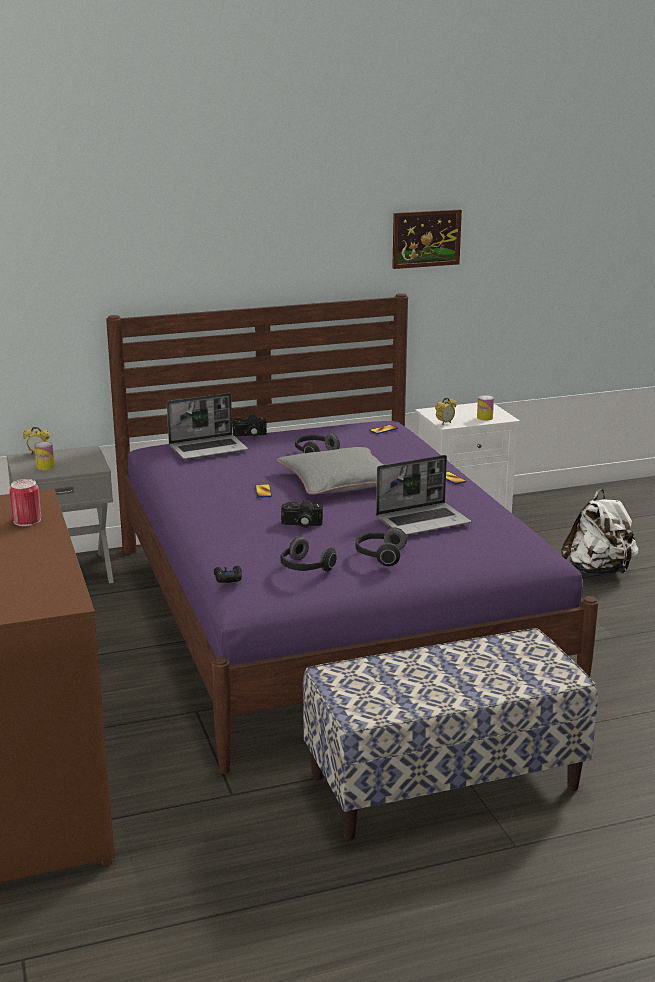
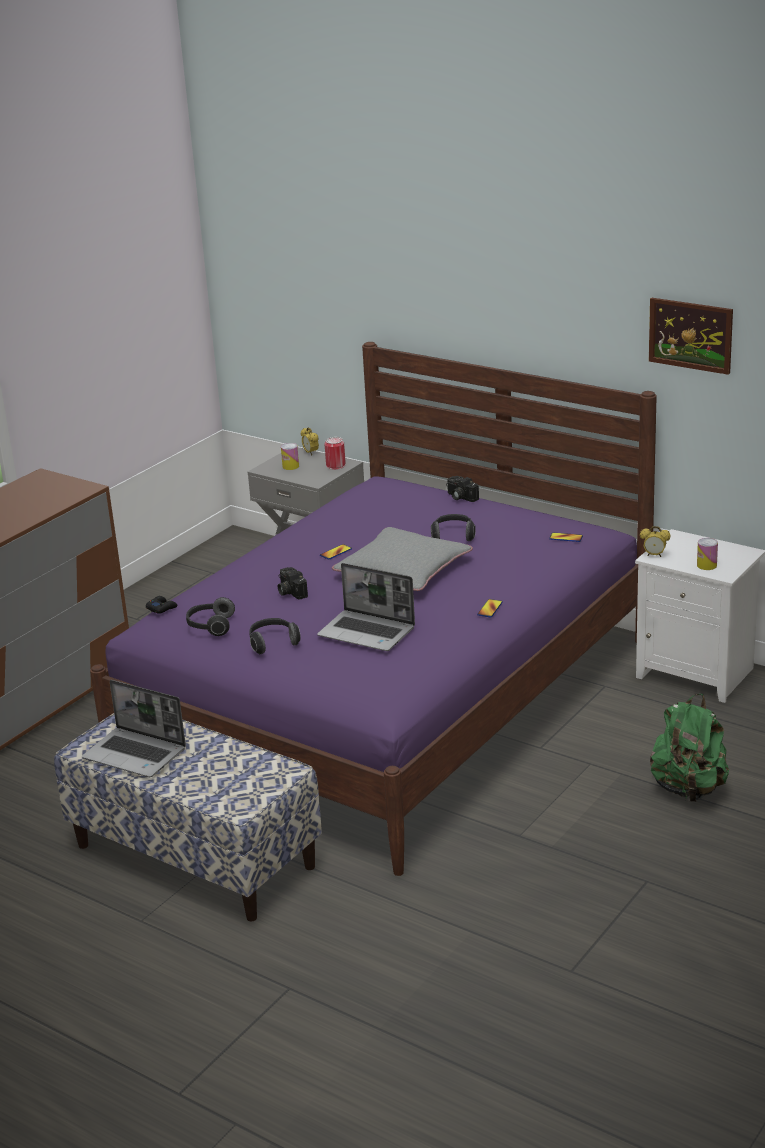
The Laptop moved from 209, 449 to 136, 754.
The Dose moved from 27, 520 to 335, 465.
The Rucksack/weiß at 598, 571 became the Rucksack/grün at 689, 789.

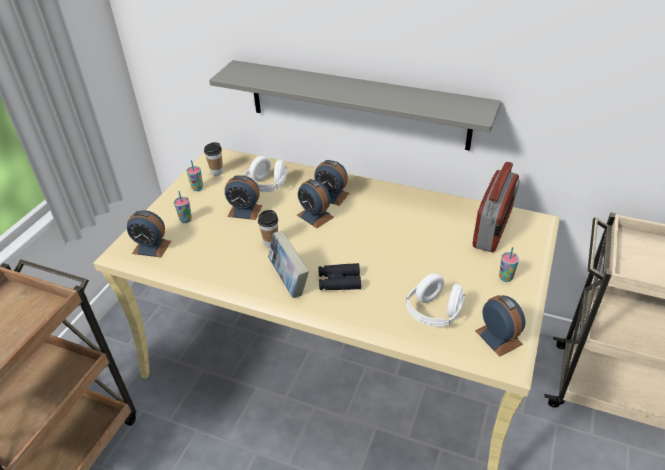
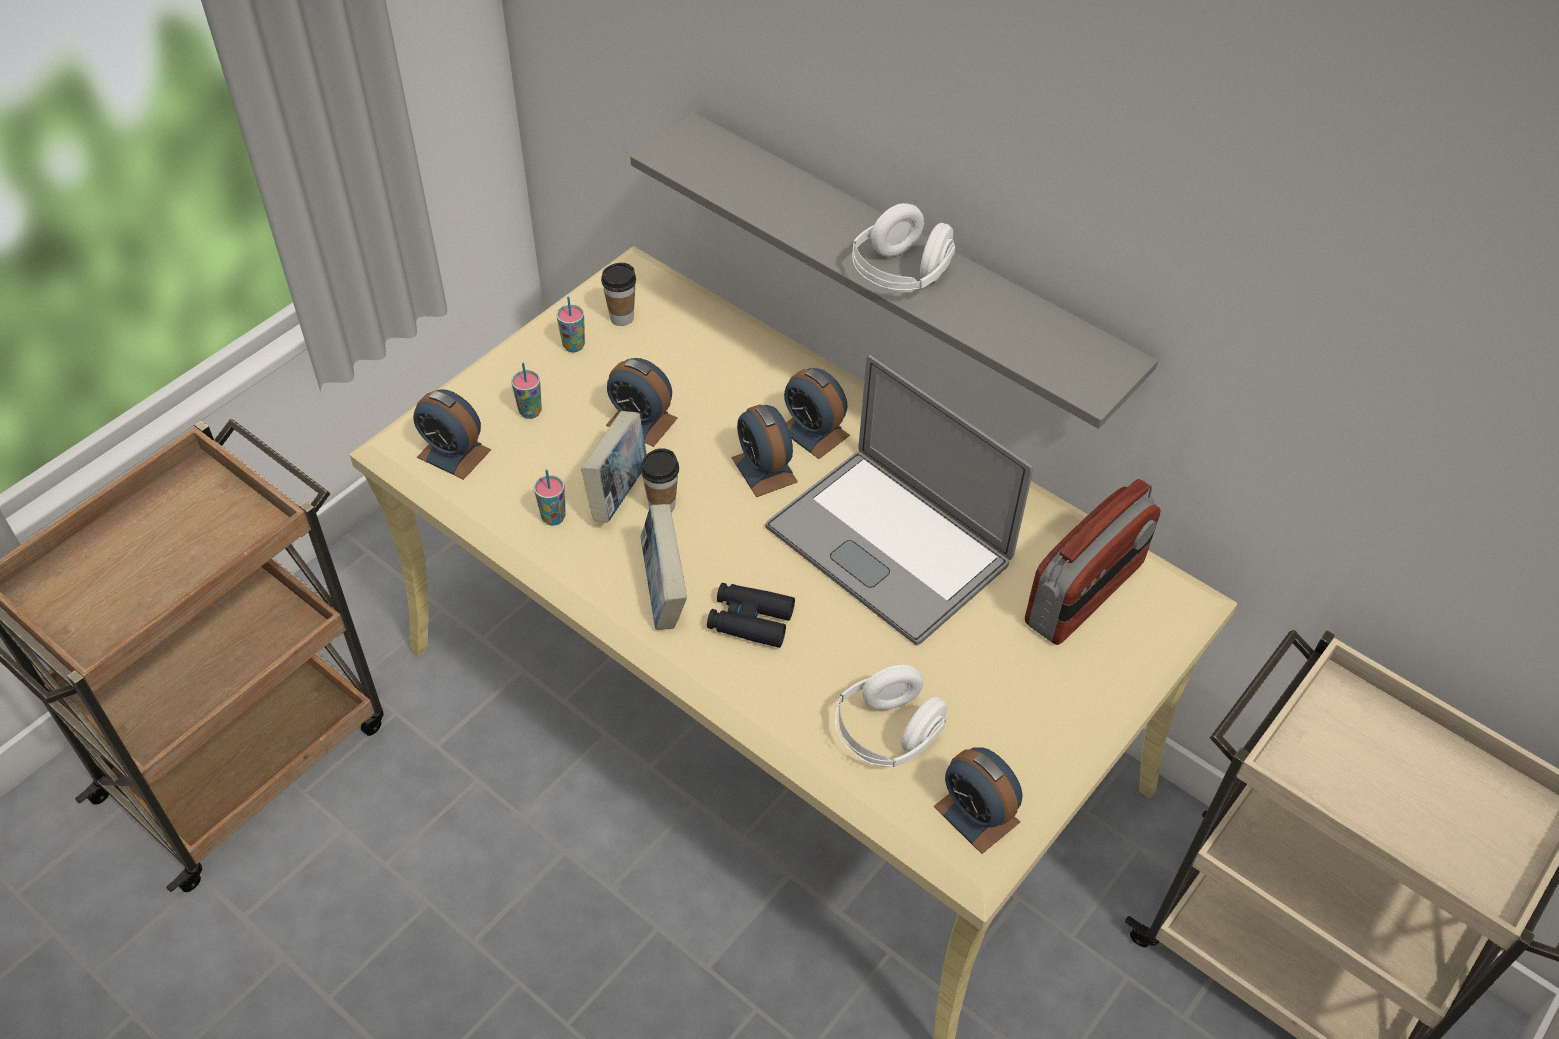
The Tasse moved from 505, 278 to 553, 517.
The Buch at 618, 492 appeared.
The Laptop at 888, 544 appeared.
The Kopfhörer/weiß moved from 266, 186 to 900, 274.
The Wecker at 498, 337 turned 150 degrees clockwise.

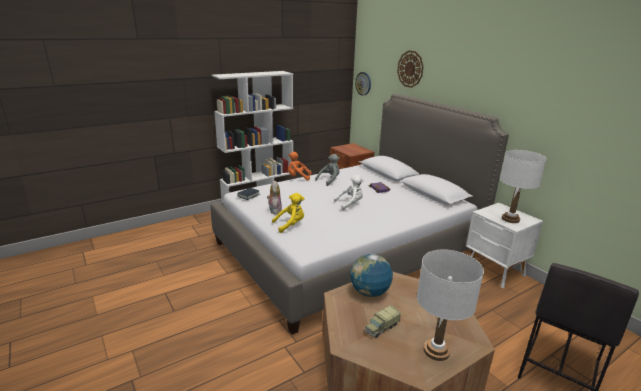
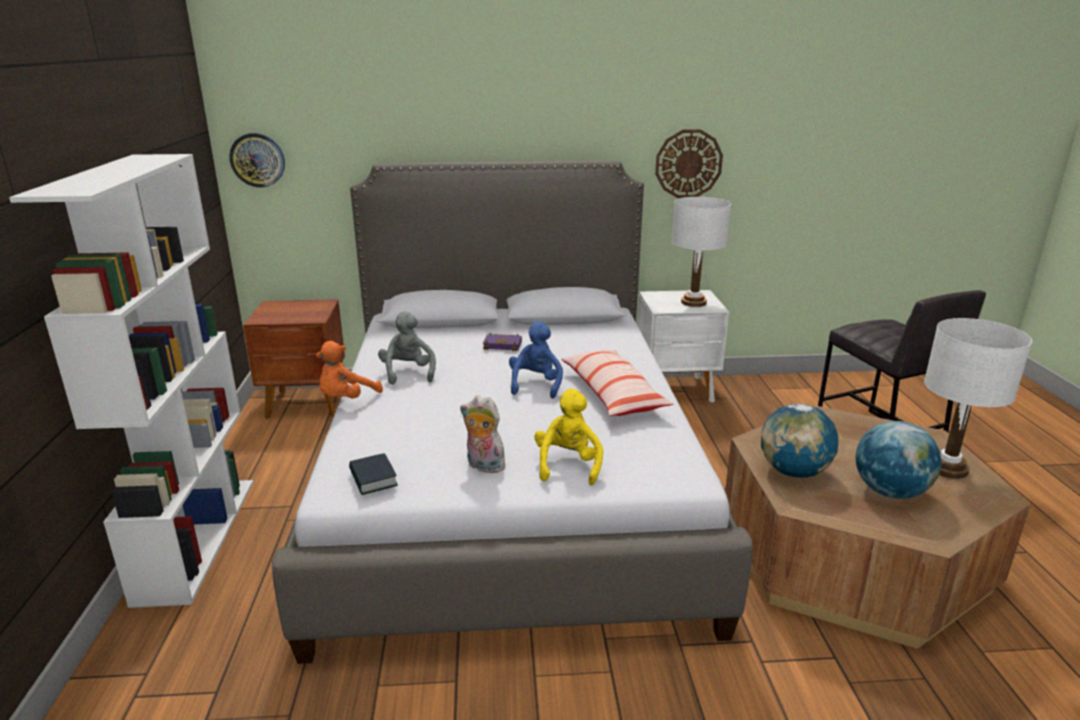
The Plüschtier/weiß at 350, 204 became the Plüschtier/blau at 536, 385.
The Kissen at 612, 394 appeared.
The Wanduhr moved from 410, 69 to 688, 164.
The Spielzeuglaster at 381, 327 was replaced by the Globus at 890, 492.

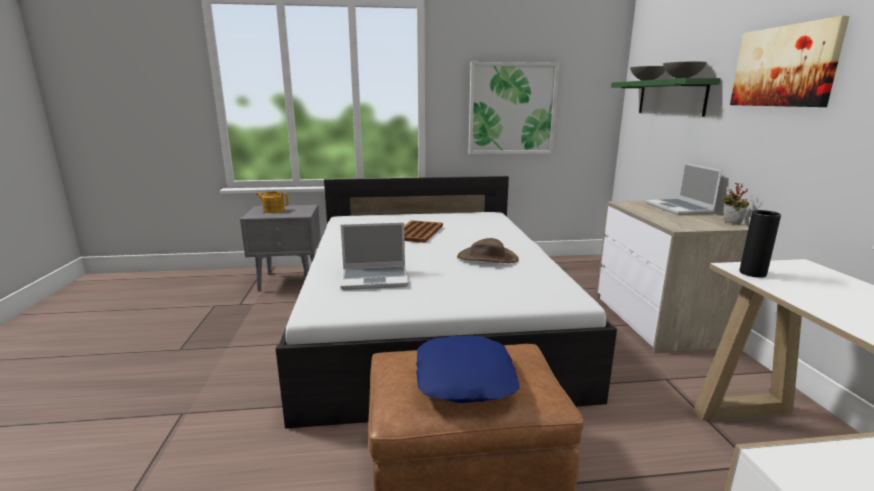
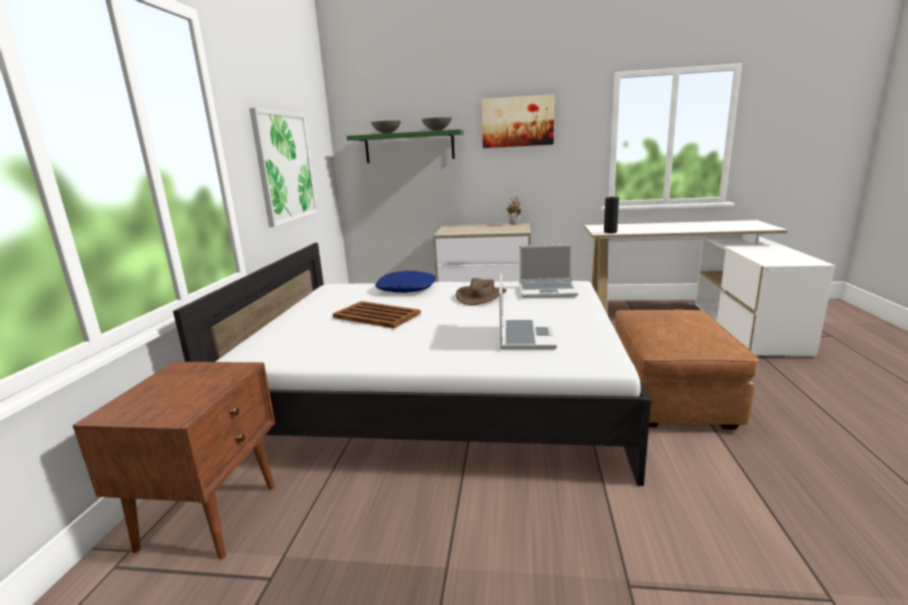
The Nachttisch/grau at 289, 281 became the Nachttisch/braun at 211, 515.
The Kissen/blau moved from 465, 378 to 406, 288.
The Laptop moved from 679, 208 to 548, 291.
The Teekanne at 273, 210 disappeared.

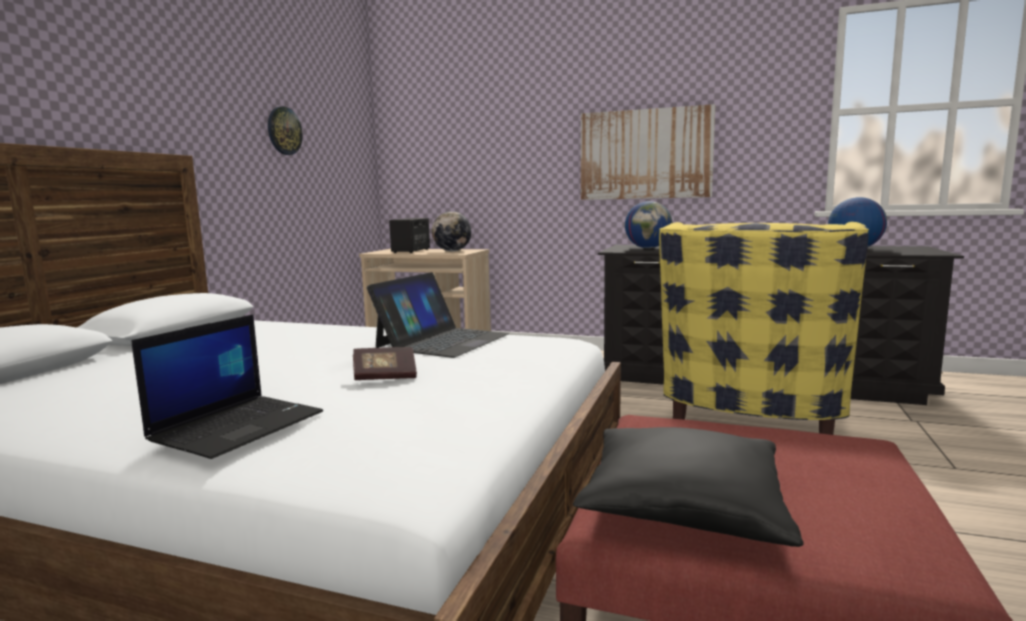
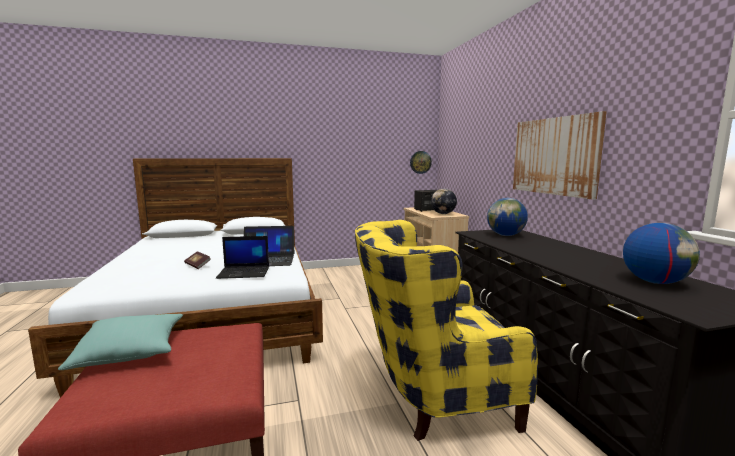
The Kissen/schwarz at 683, 507 became the Kissen/türkis at 131, 352.
The Laptop moved from 238, 426 to 244, 272.
The Wanduhr moved from 284, 131 to 420, 162.

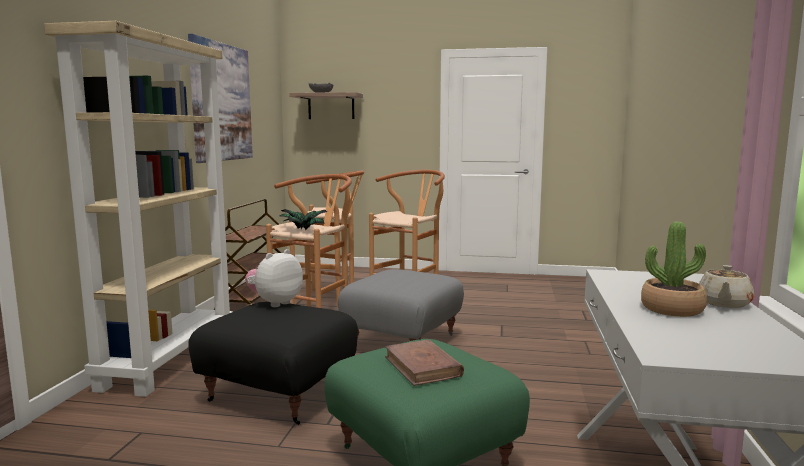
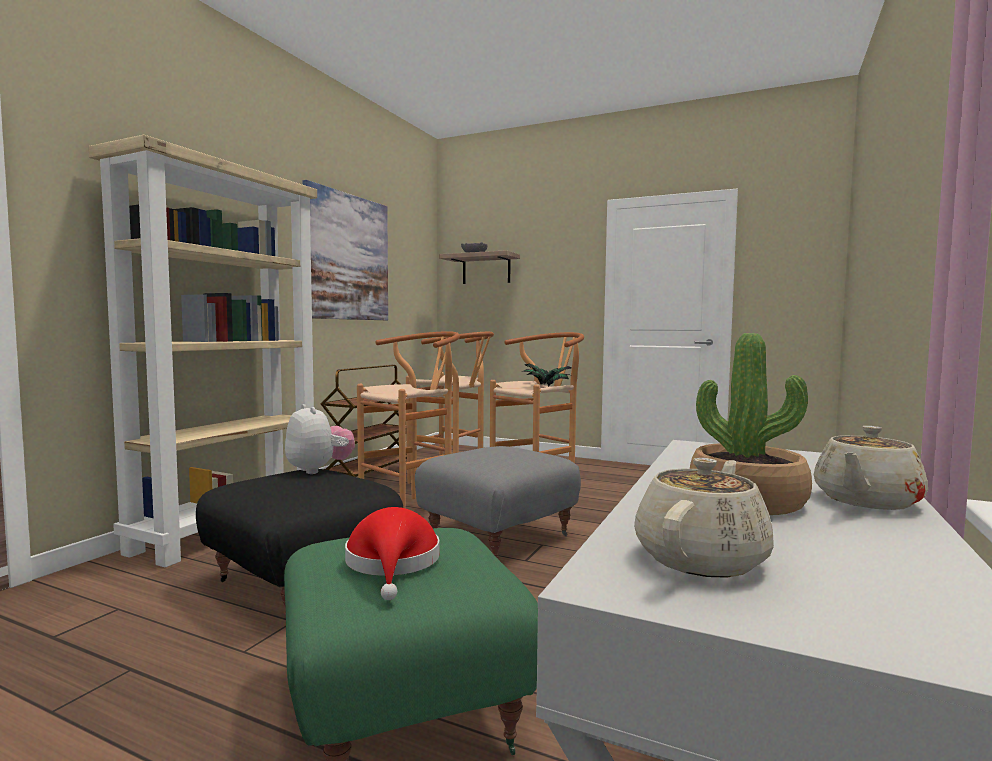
The Plüschtier at 275, 303 turned 90 degrees clockwise.
The Buch/braun at 422, 366 was replaced by the Hut/rot at 393, 564.
The Topfpflanze moved from 304, 230 to 547, 386.
The Teekanne/beige at 702, 558 appeared.

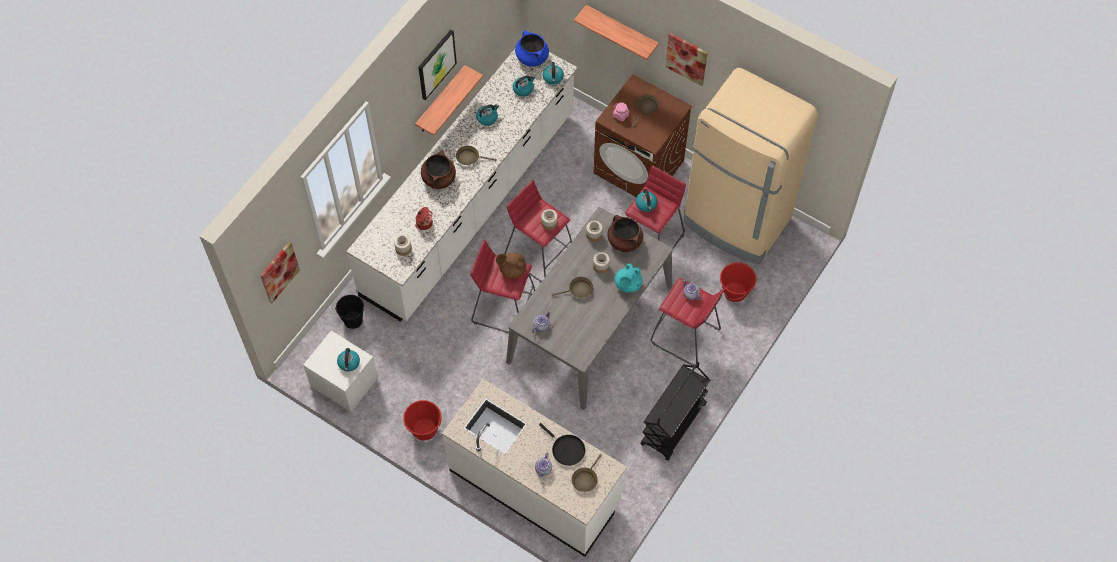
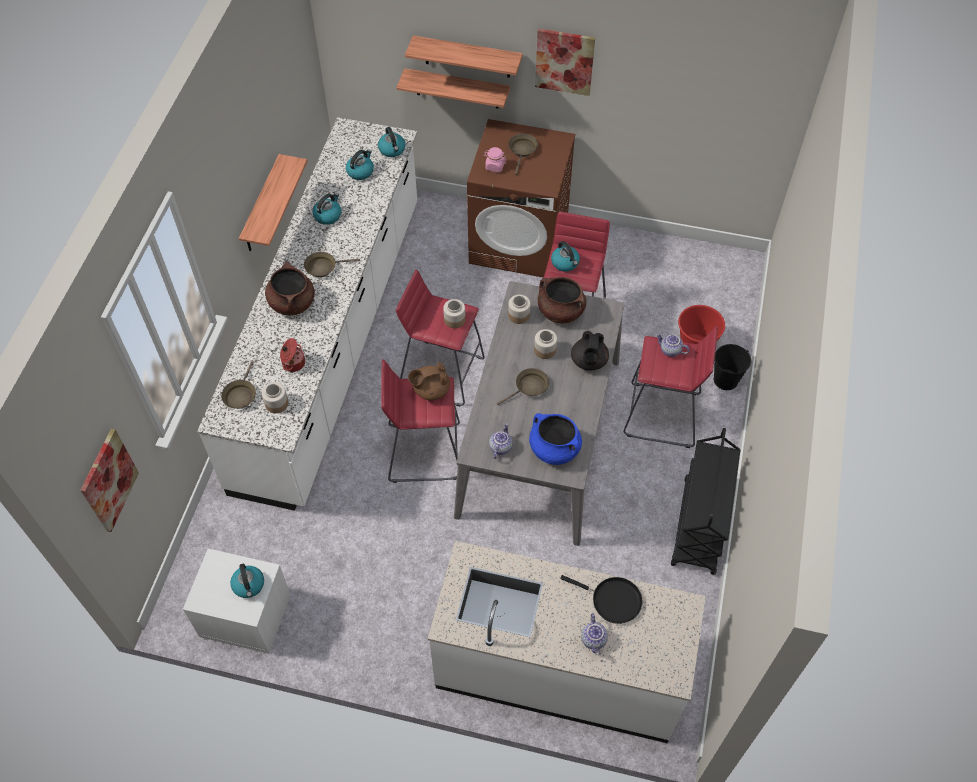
The Pfanne/braun moved from 585, 479 to 240, 395.
The Wandregal at 457, 89 appeared.
The Kochtopf/blau moved from 531, 57 to 554, 449.
The Teekanne/türkis at 627, 284 became the Teekanne/schwarz at 589, 362.
The Eimer/schwarz moved from 353, 320 to 725, 380.
The Eimer/rot at 424, 430 disappeared.
The Bild at 436, 64 disappeared.
The Kühlschrank/beige at 736, 221 disappeared.

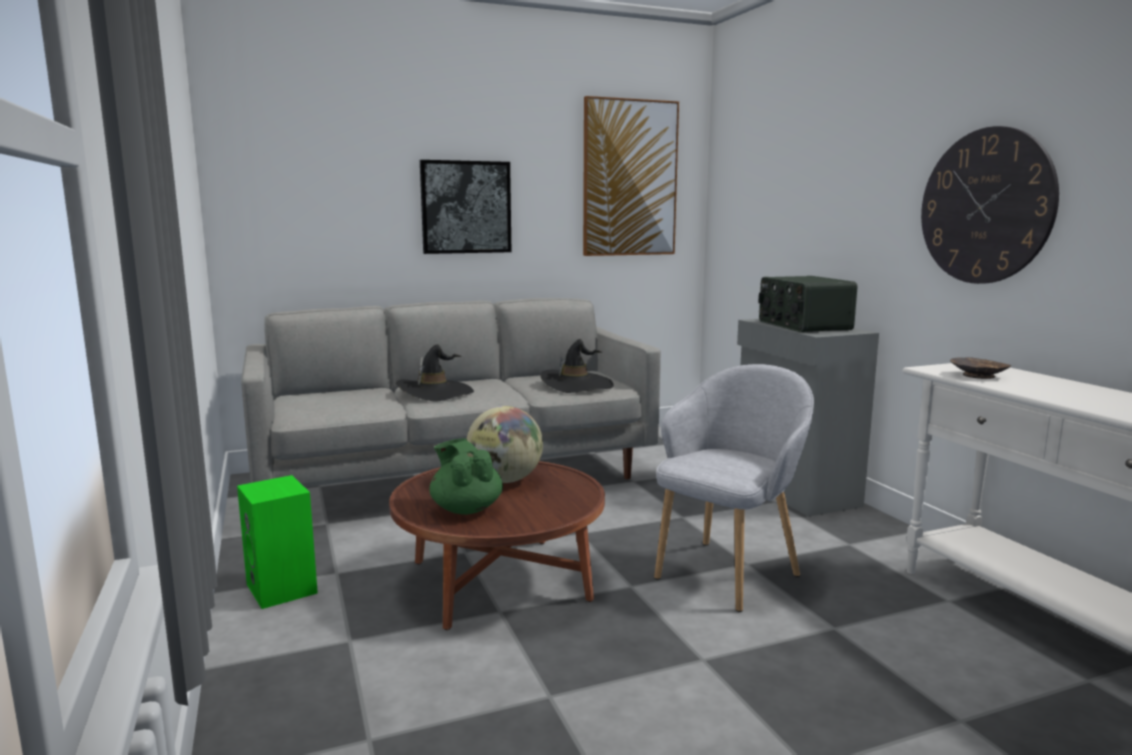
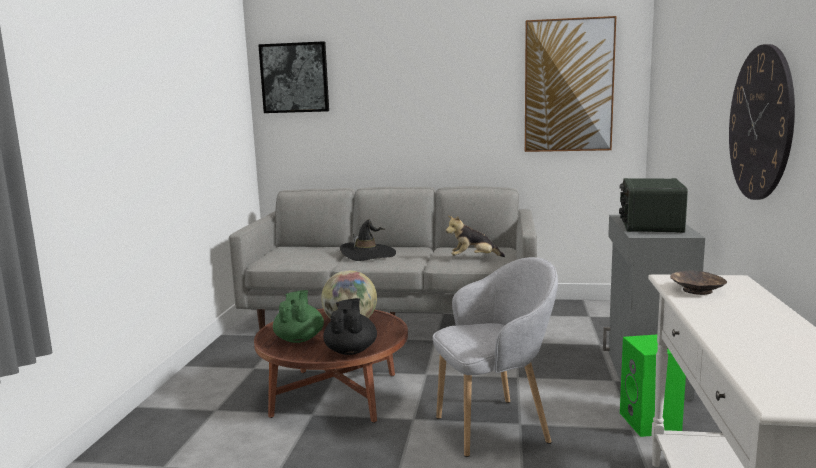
The Bild moved from 466, 207 to 294, 78.
The Teekanne/schwarz at 351, 350 appeared.
The Hut/schwarz at 576, 385 was replaced by the Plüschtier at 473, 258.
The Lautsprecher/grün moved from 283, 589 to 651, 423.

